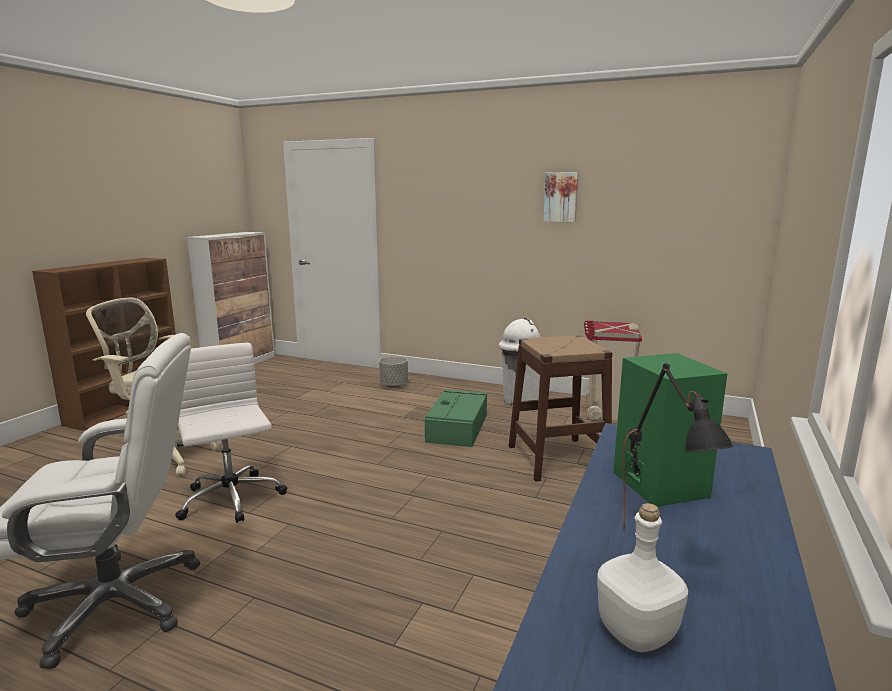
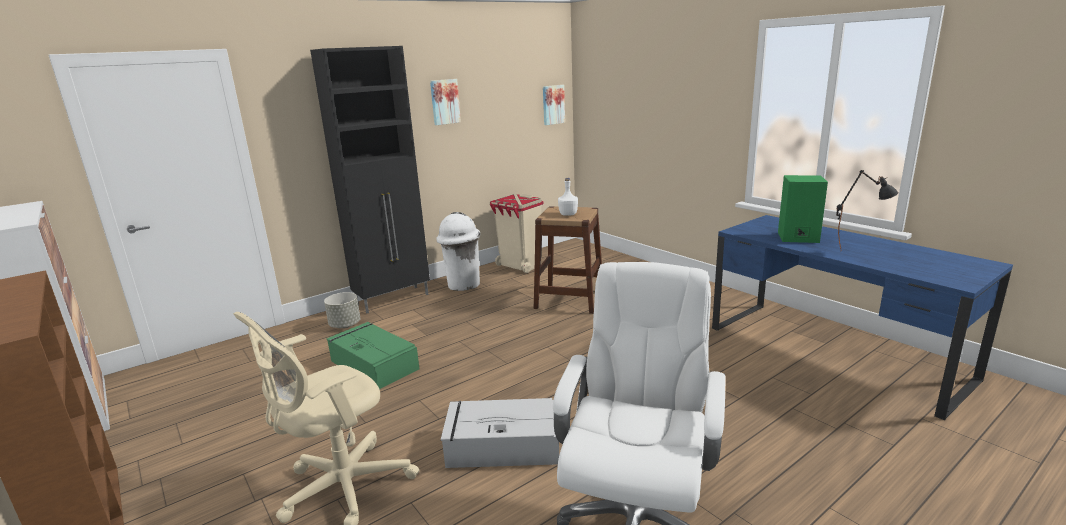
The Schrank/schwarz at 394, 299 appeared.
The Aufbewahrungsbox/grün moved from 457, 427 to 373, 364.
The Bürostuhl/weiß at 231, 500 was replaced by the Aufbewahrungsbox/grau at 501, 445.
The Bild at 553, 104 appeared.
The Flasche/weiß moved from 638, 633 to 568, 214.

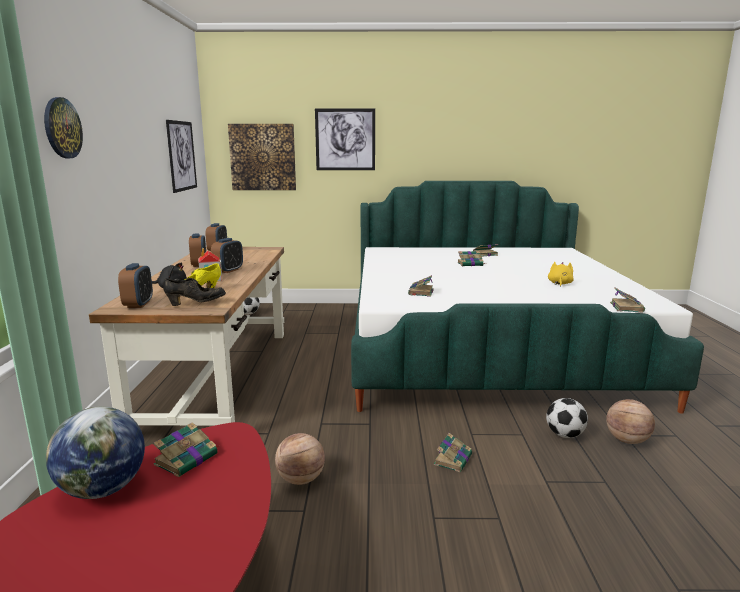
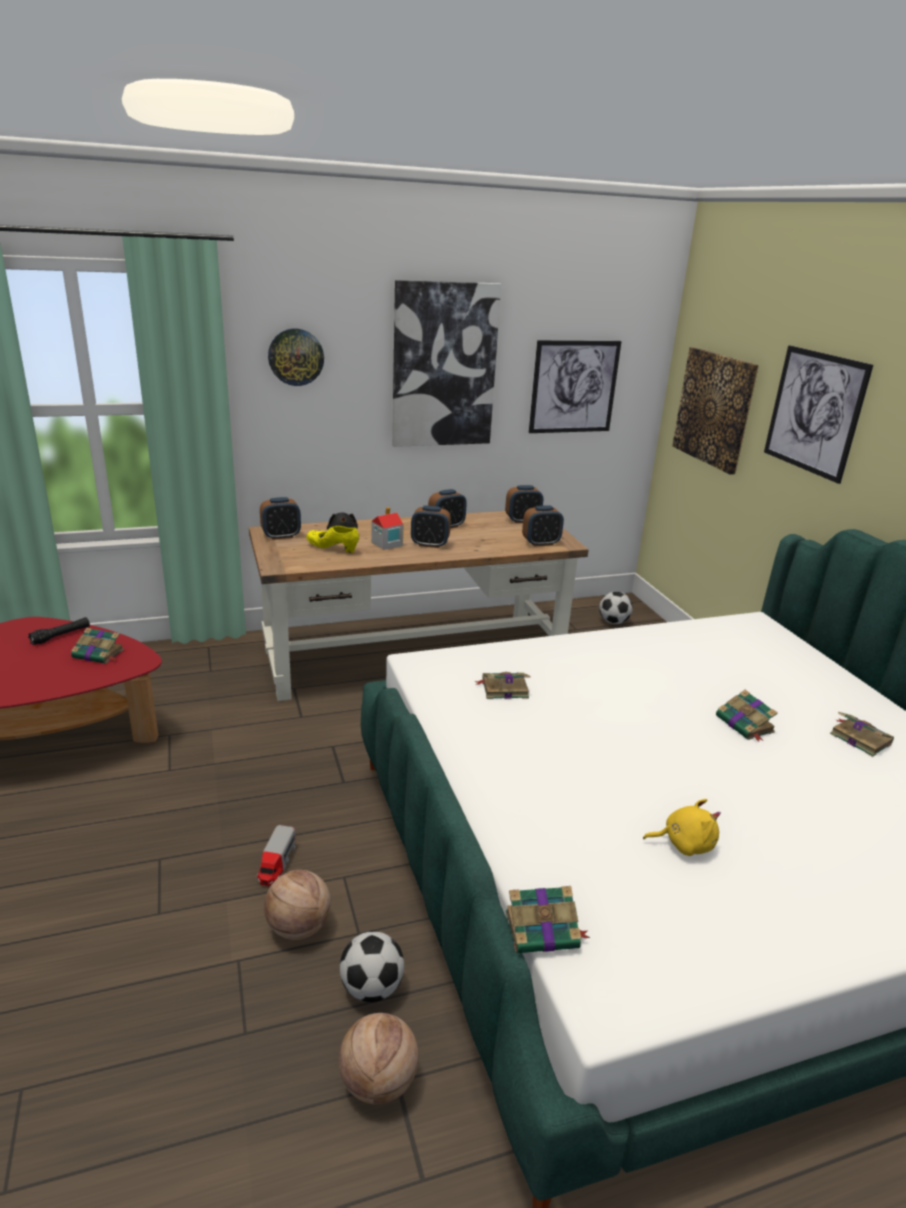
The Globus at 102, 490 was replaced by the Taschenlampe/schwarz at 61, 636.
The Buch at 453, 459 was replaced by the Spielzeuglaster at 276, 864.
The Basketball moved from 300, 479 to 298, 927.
The Bild at 444, 366 appeared.
The Wecker at 541, 543 appeared.
The Schuh/schwarz at 196, 303 disappeared.

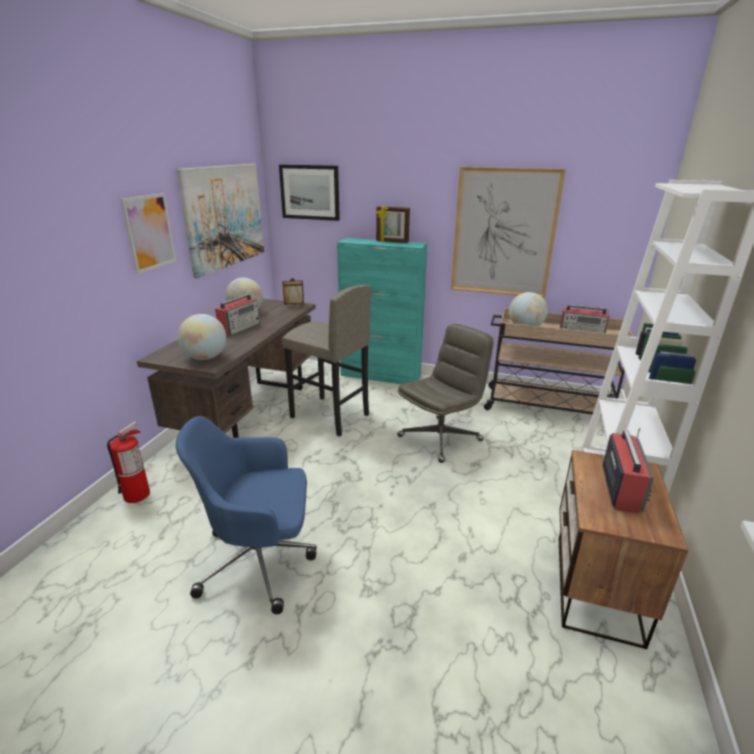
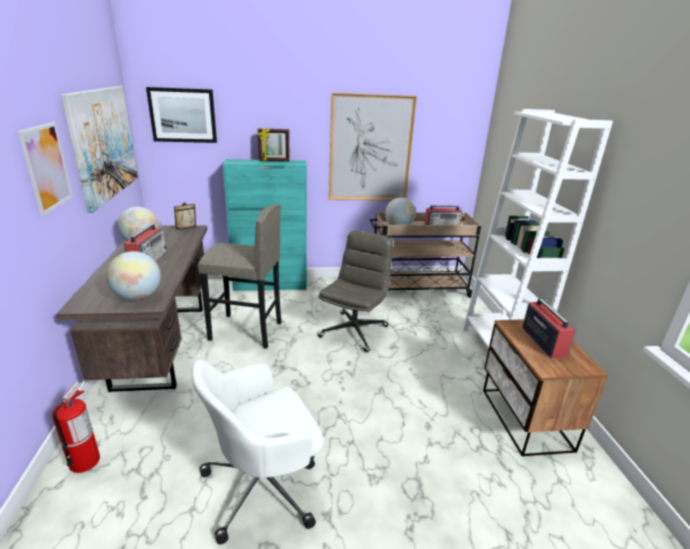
The Bürostuhl/blau at 260, 561 became the Bürostuhl/weiß at 264, 485.

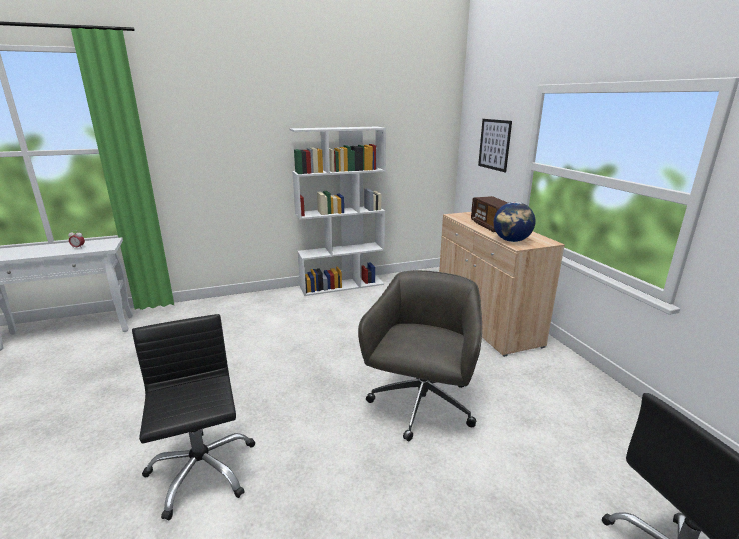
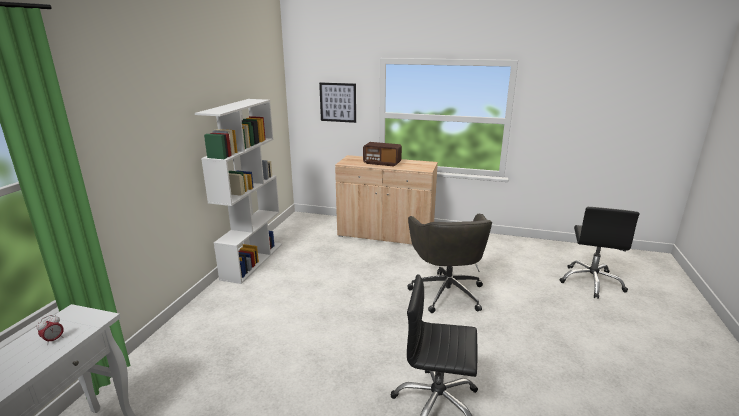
The Bürostuhl/grau at 421, 406 turned 150 degrees counterclockwise.
The Globus at 511, 241 disappeared.

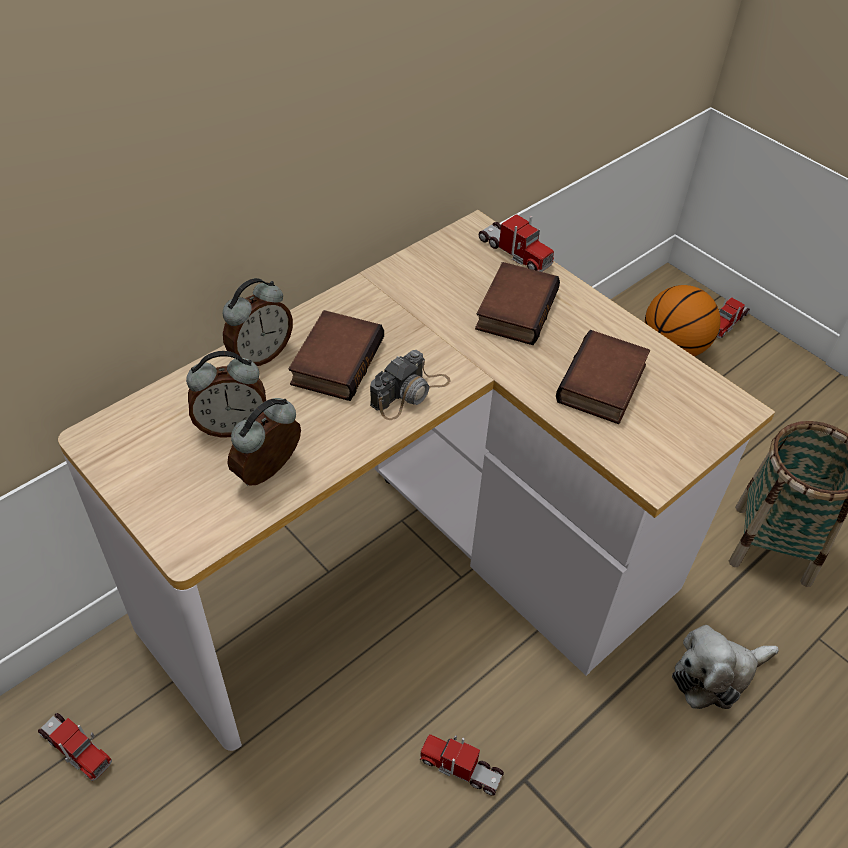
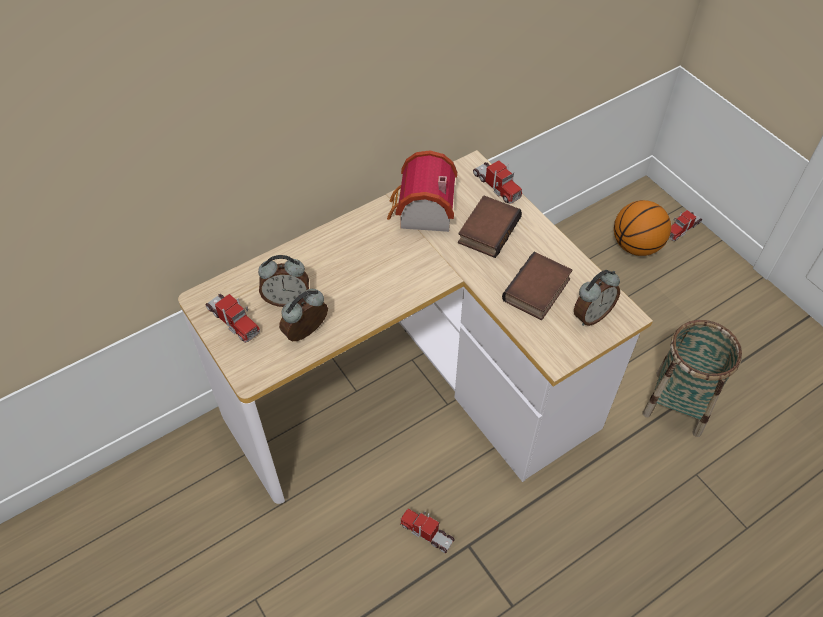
The Spielzeuglaster moved from 76, 748 to 233, 320.
The Spielzeughaus at 422, 213 appeared.
The Wecker moved from 260, 355 to 591, 315.
The Buch at 335, 361 disappeared.
The Kamera at 410, 392 disappeared.
The Plüschtier at 715, 675 disappeared.

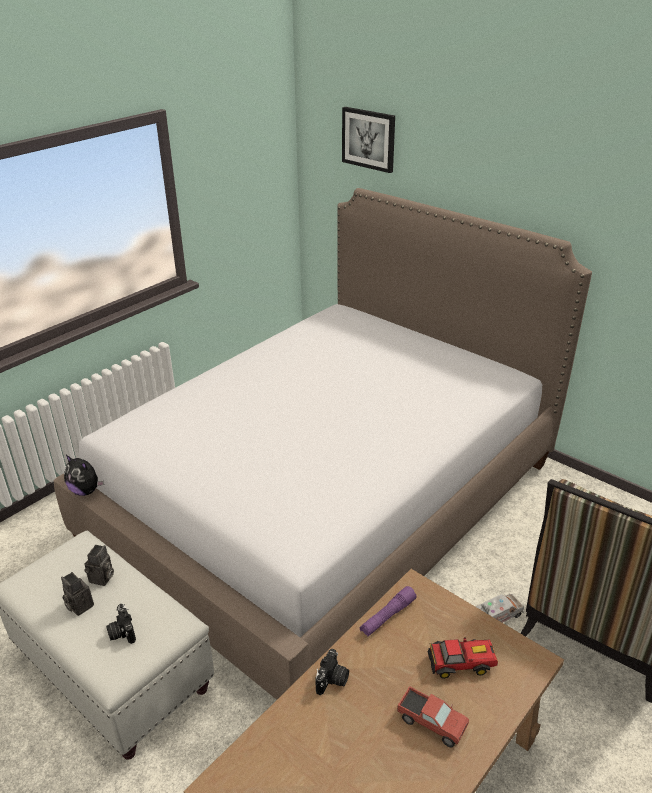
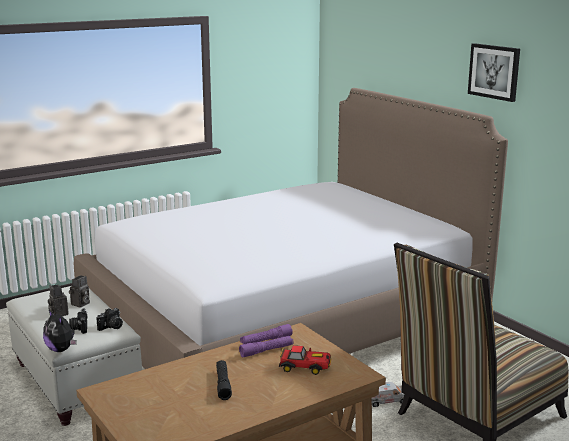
The Plüschtier moved from 86, 491 to 61, 349.
The Kamera moved from 332, 680 to 111, 327.
The Taschenlampe/schwarz at 223, 384 appeared.
The Taschenlampe/lila at 266, 351 appeared.
The Bild moved from 369, 139 to 494, 71.
The Spielzeuglaster at 431, 723 disappeared.

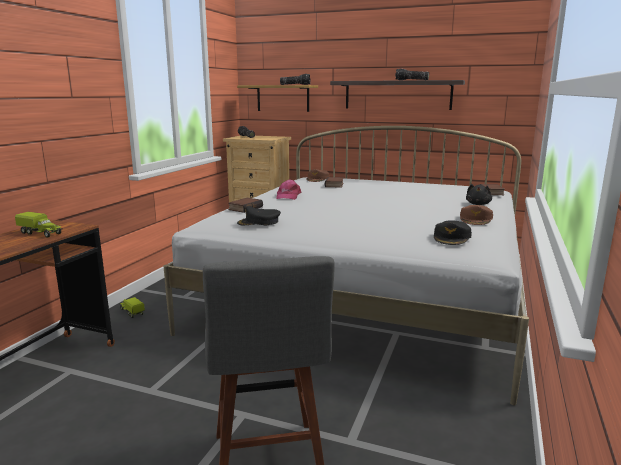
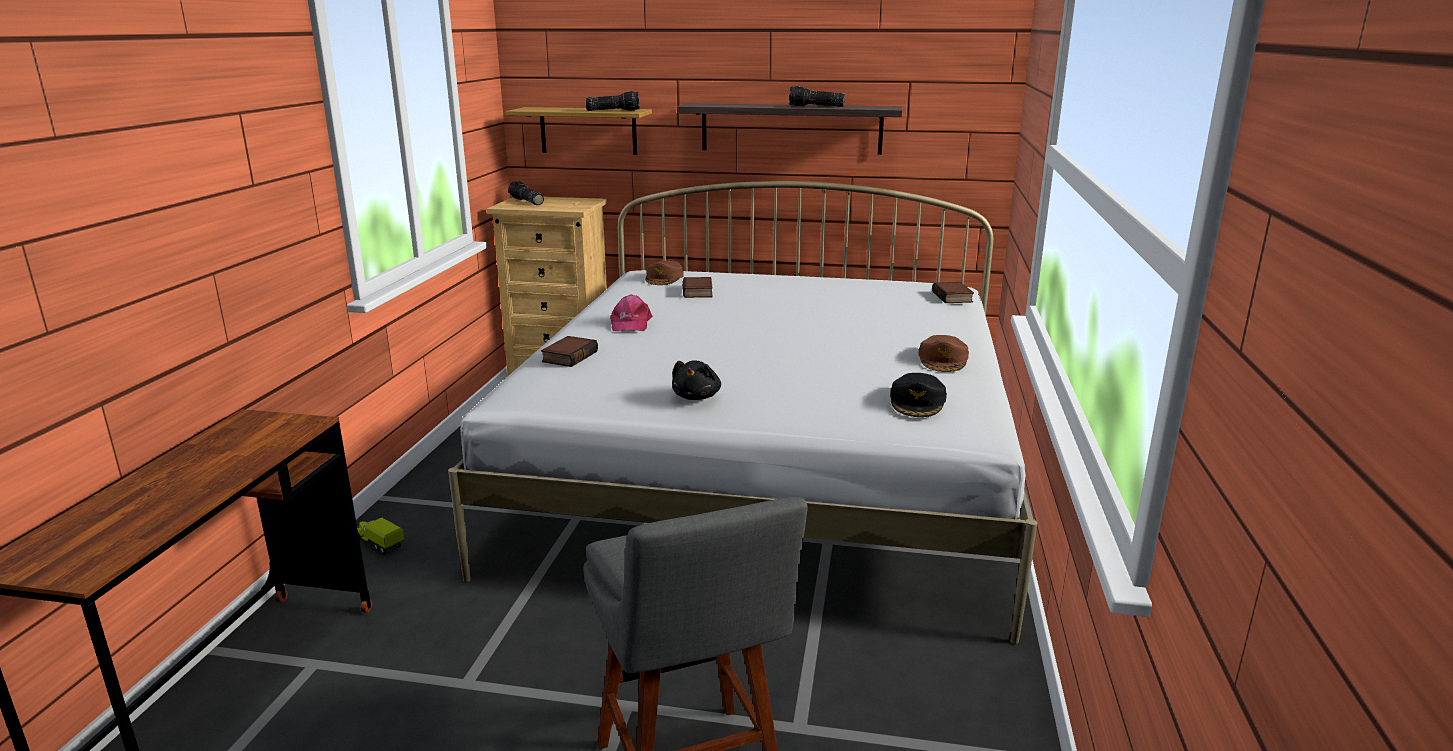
The Plüschtier/schwarz moved from 478, 204 to 697, 396.
The Spielzeuglaster at 41, 233 disappeared.
The Kappe/schwarz at 259, 222 disappeared.

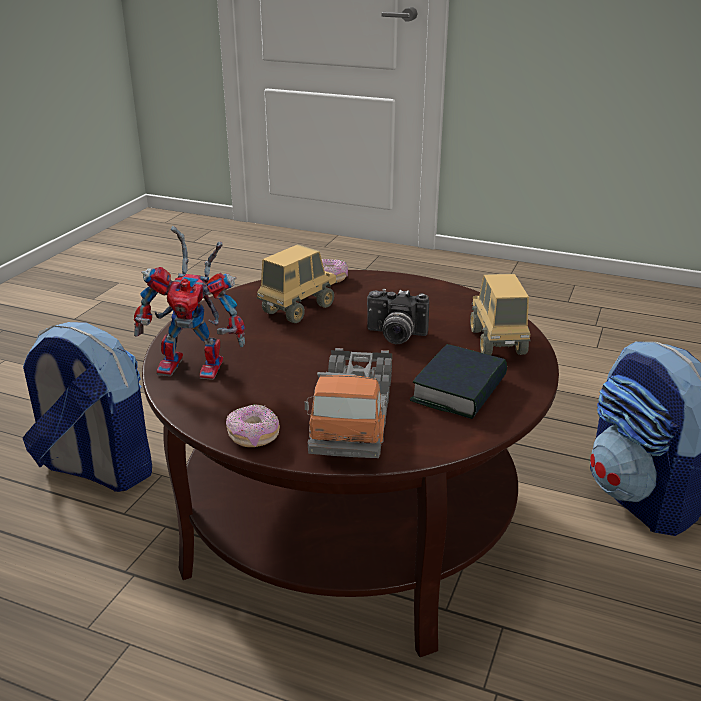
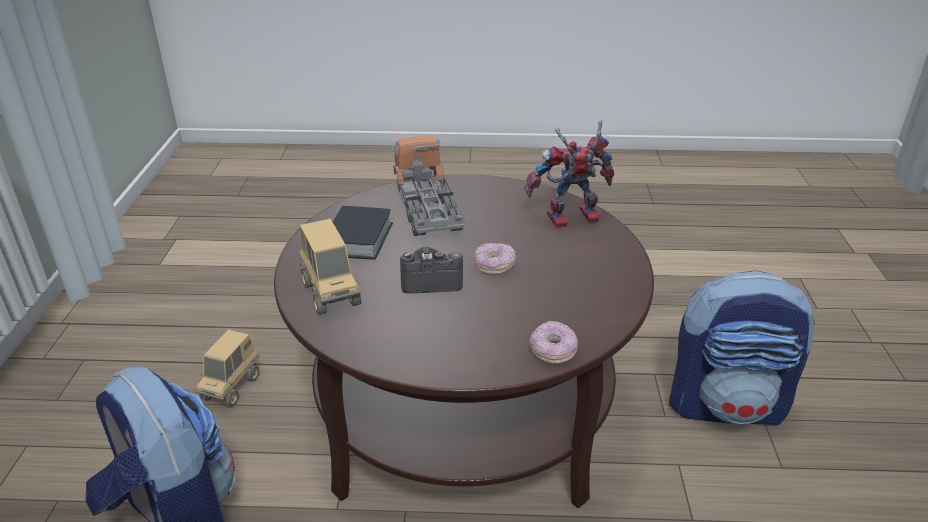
The Spielzeuglaster moved from 298, 310 to 232, 387.
The Donut moved from 253, 436 to 494, 266.

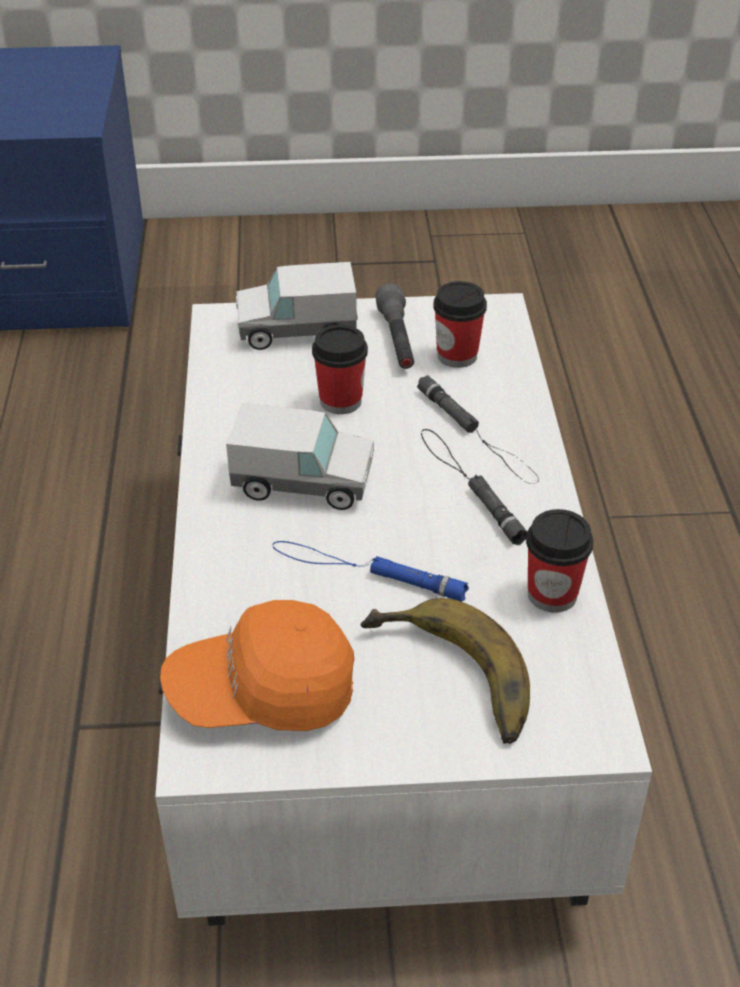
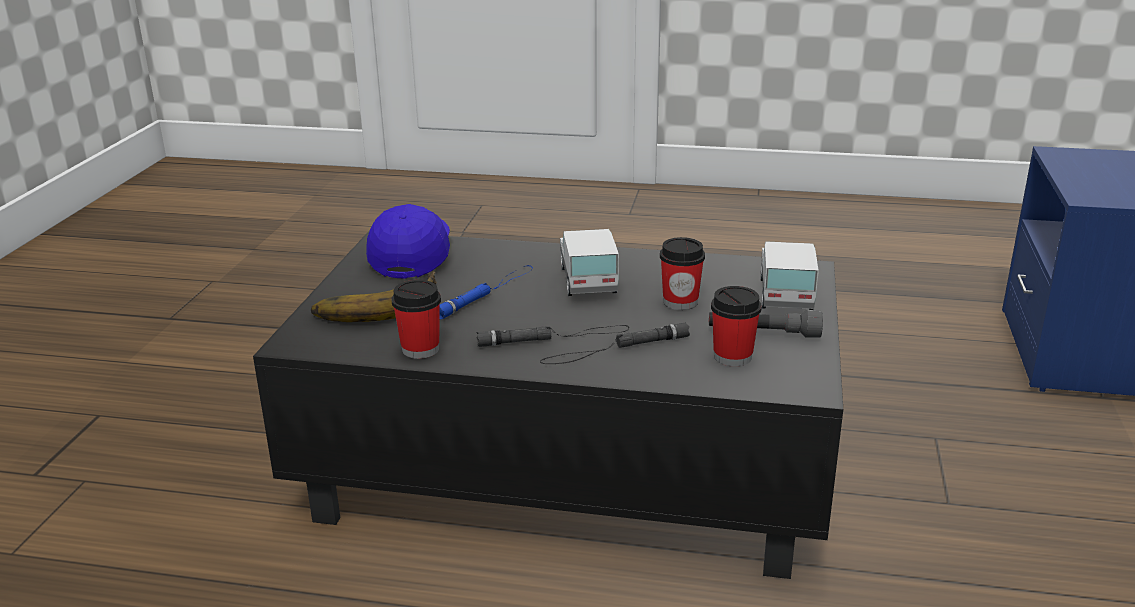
The Couchtisch/weiß at 375, 668 became the Couchtisch/schwarz at 564, 466.
The Kappe/orange at 262, 693 became the Kappe/blau at 412, 256.
The Spielzeuglaster at 303, 483 turned 150 degrees clockwise.

